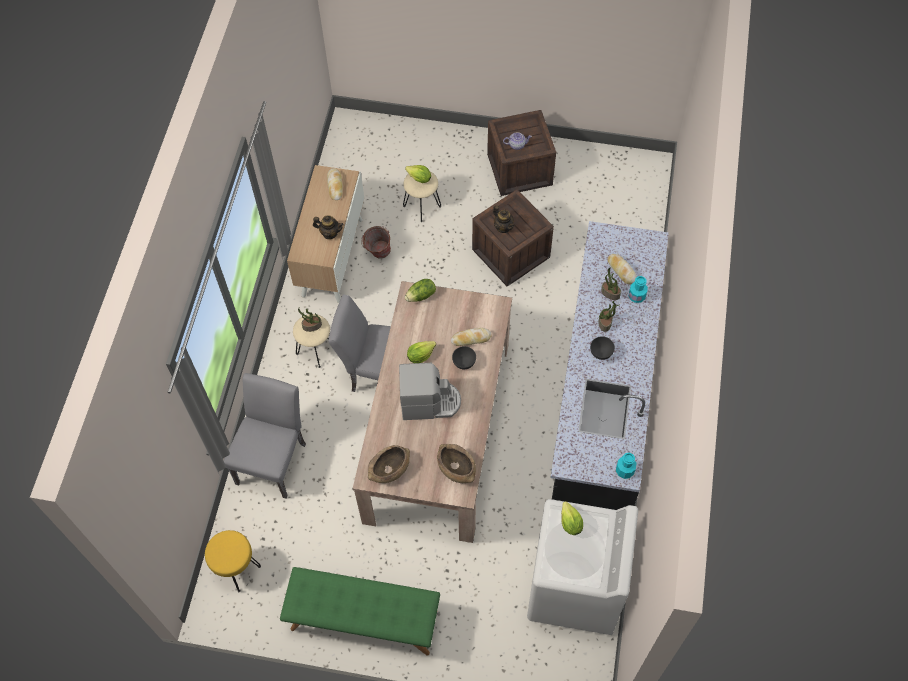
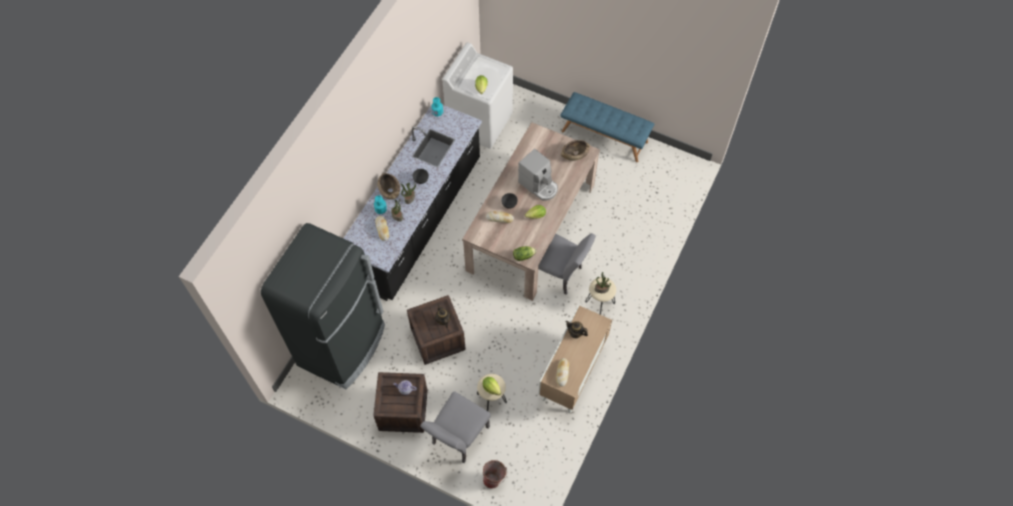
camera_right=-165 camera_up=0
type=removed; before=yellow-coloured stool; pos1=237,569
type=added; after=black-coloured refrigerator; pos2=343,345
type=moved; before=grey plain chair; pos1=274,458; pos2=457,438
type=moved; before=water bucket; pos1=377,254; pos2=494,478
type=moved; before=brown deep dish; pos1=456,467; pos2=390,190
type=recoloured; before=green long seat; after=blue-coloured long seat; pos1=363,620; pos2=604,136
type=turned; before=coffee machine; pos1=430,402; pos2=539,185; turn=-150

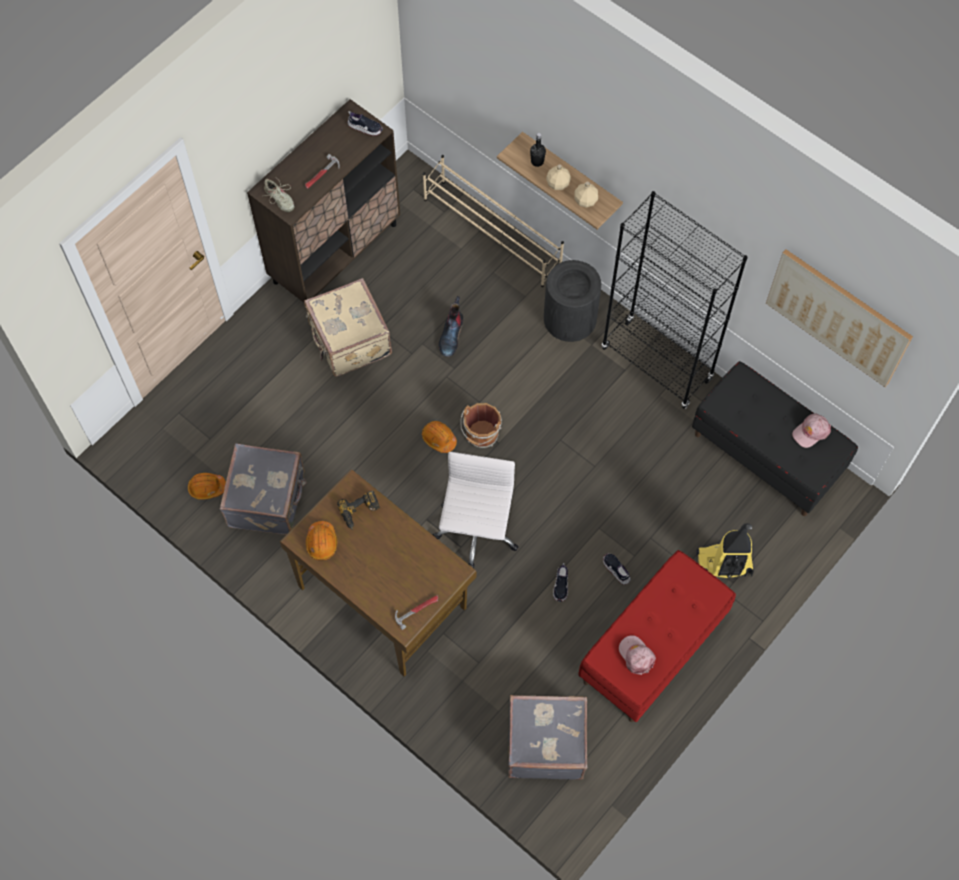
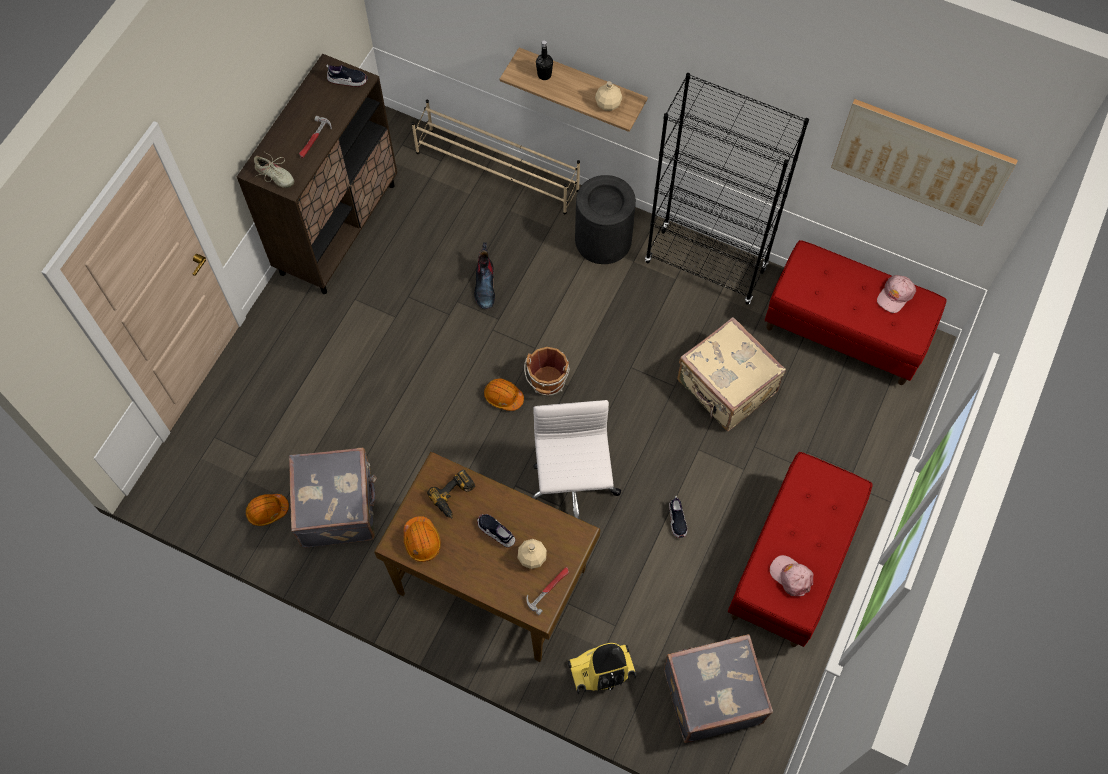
camera_right=-15 camera_up=0
type=moved; before=beige piece of luggage; pos1=349,341; pos2=725,388
type=moved; before=beige drink bottle; pos1=558,183; pos2=532,557
type=moved; before=shoe; pos1=616,570; pos2=496,532
type=moved; before=hoover; pos1=723,564; pos2=601,671
type=recoloured; before=black-coloured long seat; after=red long seat; pos1=766,454; pos2=845,331

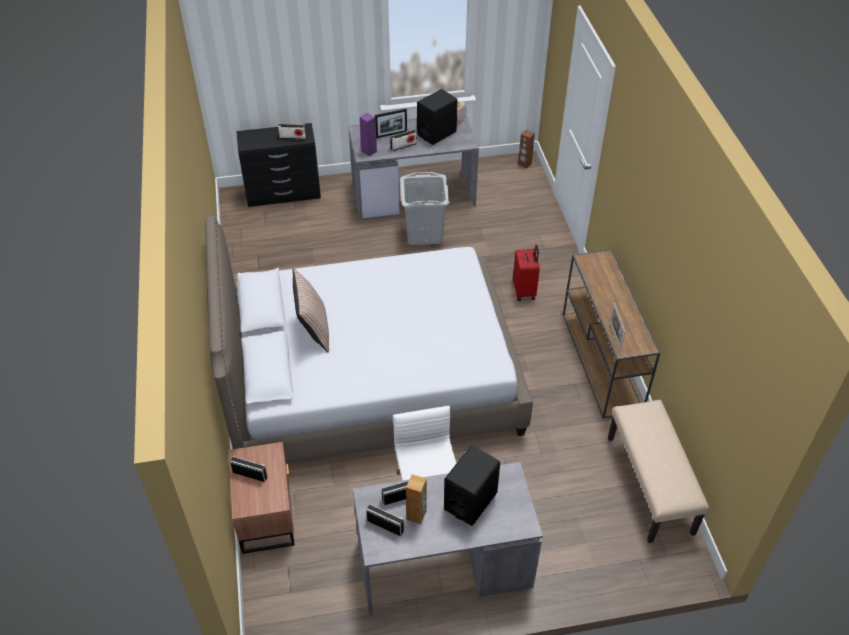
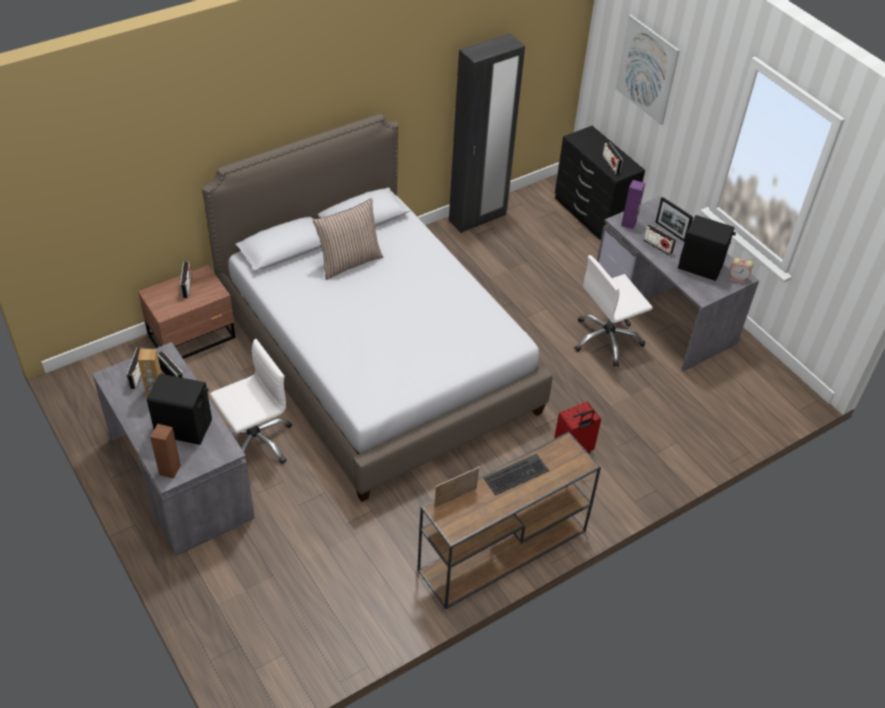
camera_right=65 camera_up=0
type=removed; before=beige long seat; pos1=650,485
type=added; after=black-coloured clothes cupboard; pos2=477,218
type=added; after=computer keyboard; pos2=516,475
type=added; after=wall picture; pos2=647,69
type=moved; before=brown loudspeaker; pos1=524,164; pos2=169,470
type=replaced; before=grey laundry basket; after=white-coloured computer chair; pos1=424,233; pos2=607,340

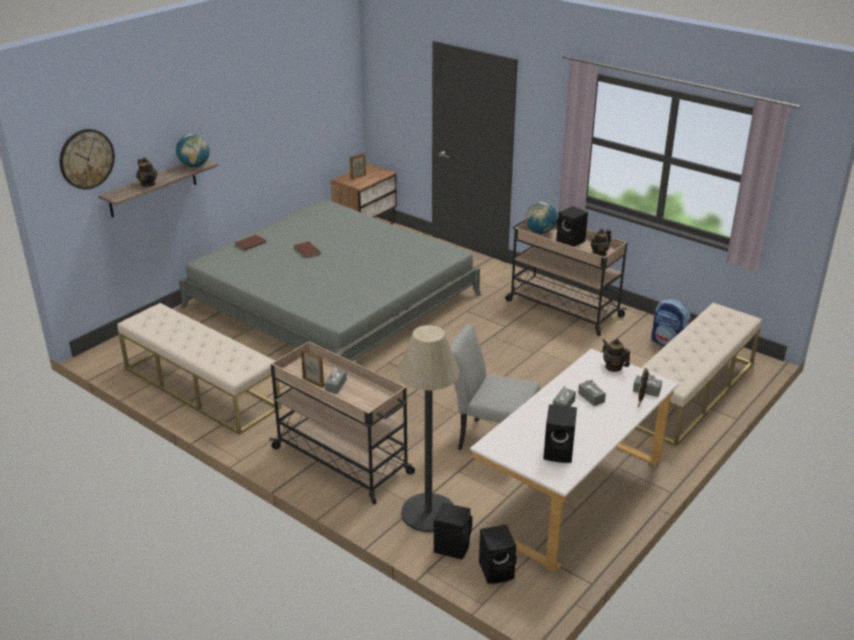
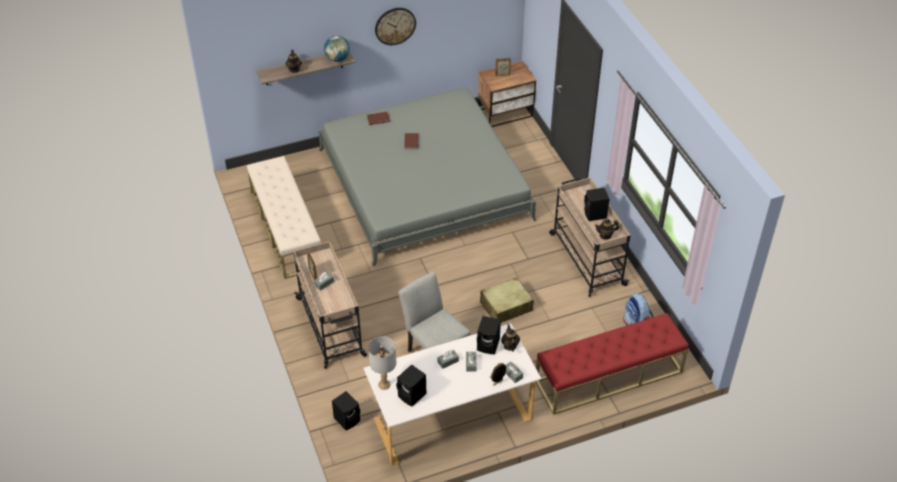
camera_right=30 camera_up=15
type=removed; before=floor lamp; pos1=428,513
type=removed; before=desk globe; pos1=540,232
type=added; after=grey lamp for a table; pos2=384,385
type=added; after=beige piece of luggage; pos2=505,306
type=moved; before=clock on the wall; pos1=86,159; pos2=395,26
type=moved; before=black-coloured loudspeaker; pos1=497,570; pos2=489,345
type=recoloured; before=beige long seat; after=red long seat; pos1=691,393; pos2=608,376

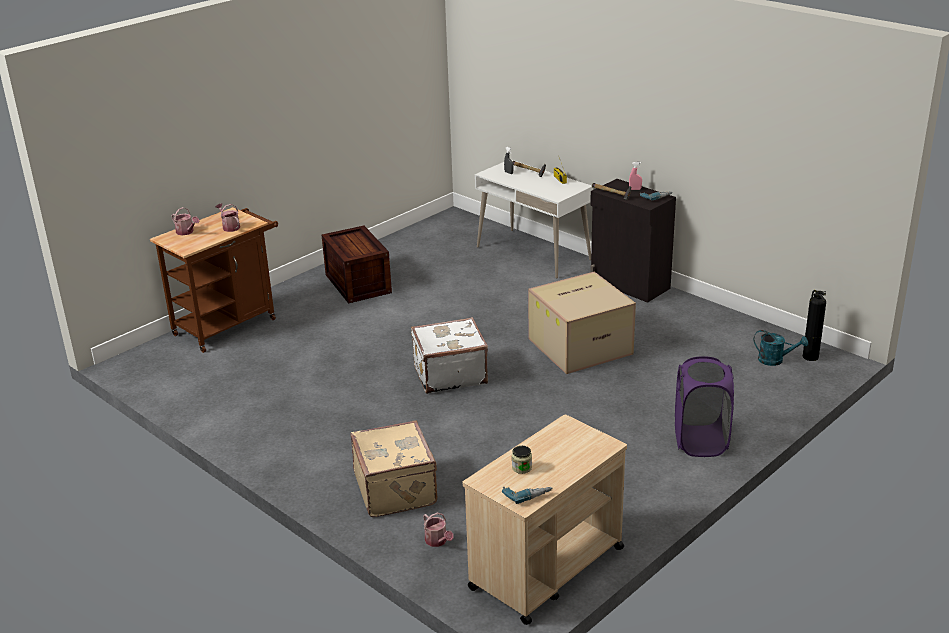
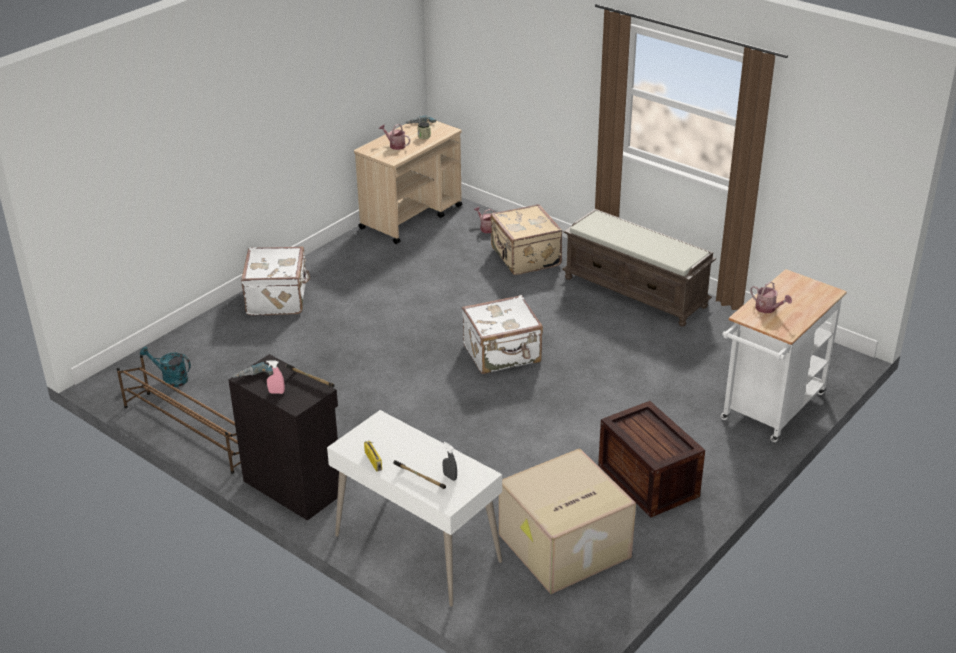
camera_right=175 camera_up=5
type=removed; before=fire extinguisher; pos1=810,356
type=added; after=brown shoe stand; pos2=188,431
type=added; after=brown long seat; pos2=636,292
type=moved; before=watering can; pos1=186,232; pos2=395,145
type=moved; before=cardboard box; pos1=580,345; pos2=564,547
type=replaced; before=purple-coloured laundry basket; after=white-coloured piece of luggage; pos1=700,441; pos2=278,298
type=recoloured; before=brown trolley; after=white-coloured trolley; pos1=230,324; pos2=769,411

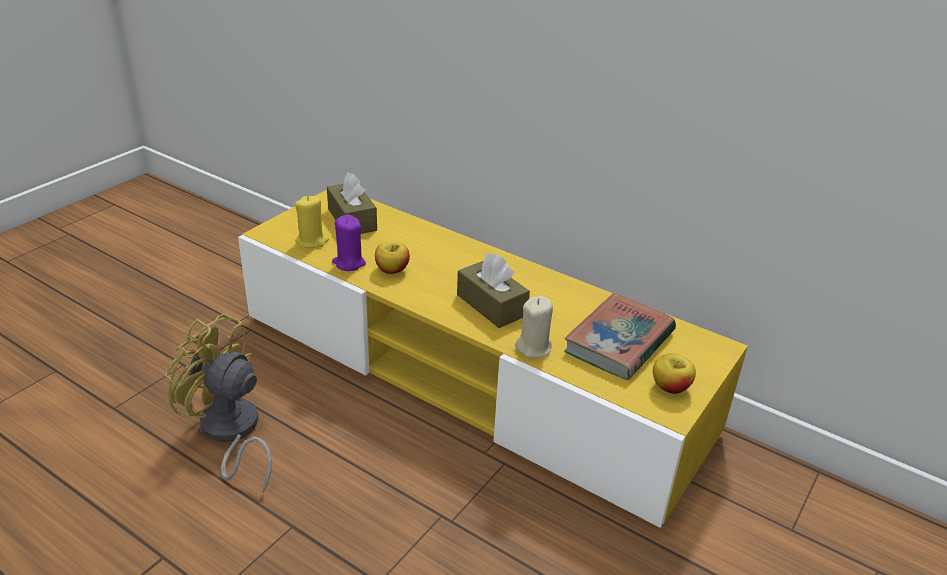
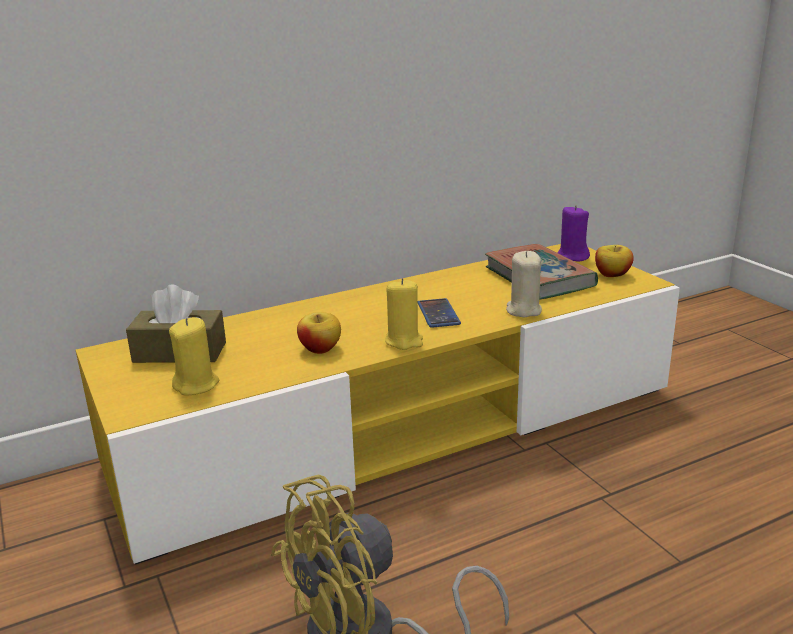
camera_right=-60 camera_up=-10
type=added; after=yellow-coloured candle; pos2=404,341
type=moved; before=purple-coloured candle; pos1=349,263; pos2=572,257
type=replaced; before=brown box of tissues; after=phone; pos1=491,305; pos2=438,314

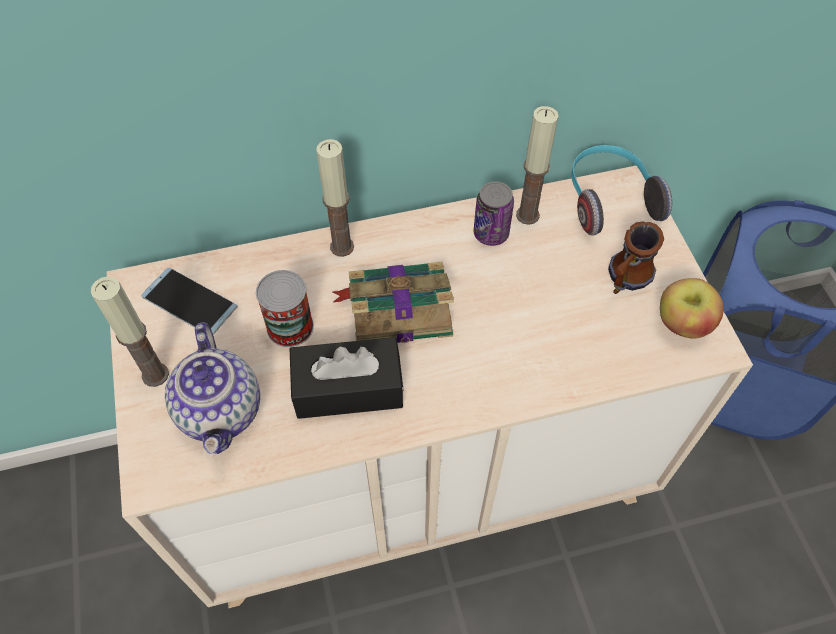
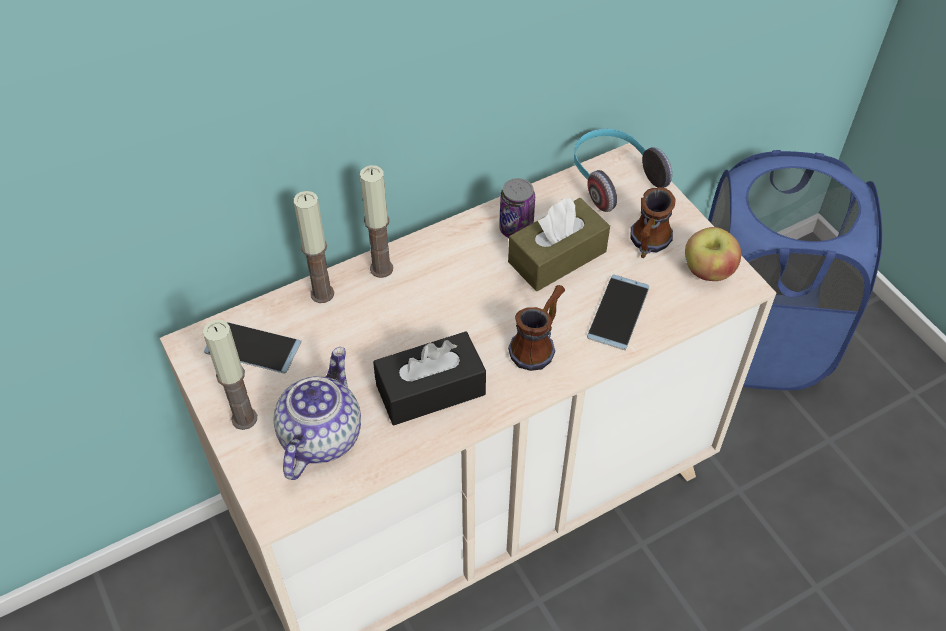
camera_right=-15 camera_up=-5
type=removed; before=can; pos1=290,327
type=removed; before=bound book; pos1=397,308
type=added; after=brown box of tissues; pos2=557,257
type=added; after=tea mug; pos2=538,344
type=added; after=phone; pos2=618,312
type=moved; before=candle; pos1=527,215; pos2=322,294
type=turned; before=pot for tea; pos1=222,411; pos2=320,435; turn=-135

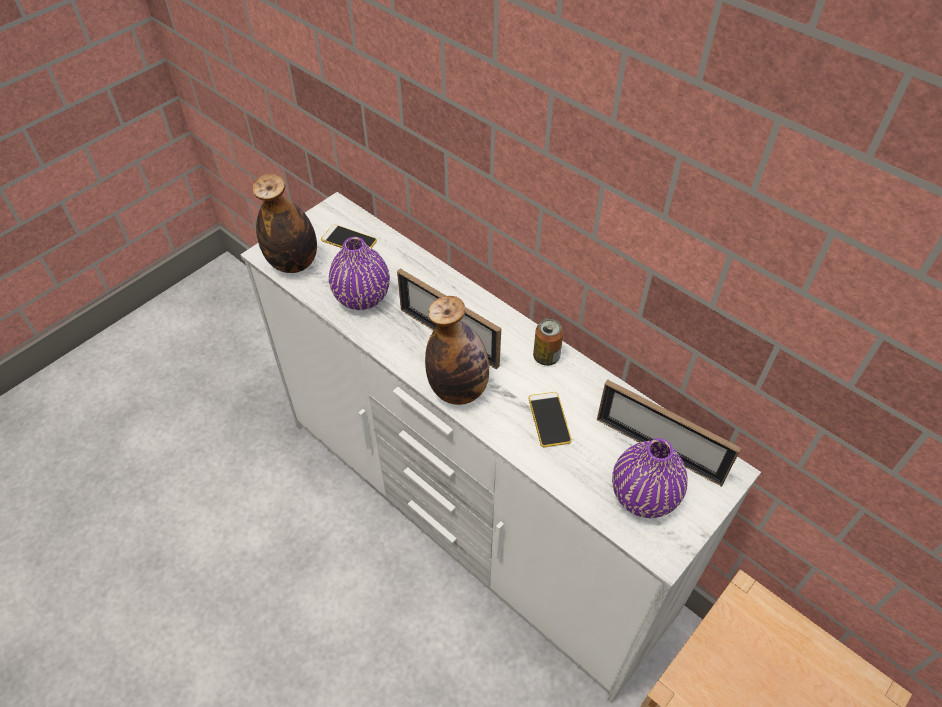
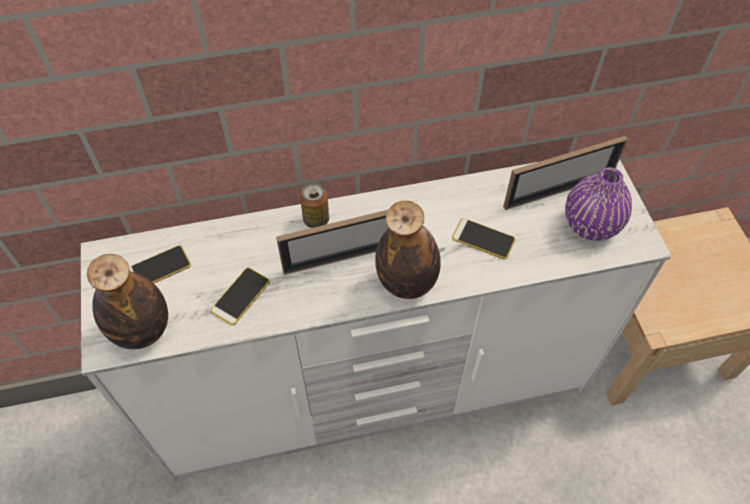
camera_right=-55 camera_up=5
type=moved; before=can; pos1=546,357; pos2=316,219
type=replaced; before=purple-coloured flower vase; after=phone; pos1=362,297; pos2=240,296

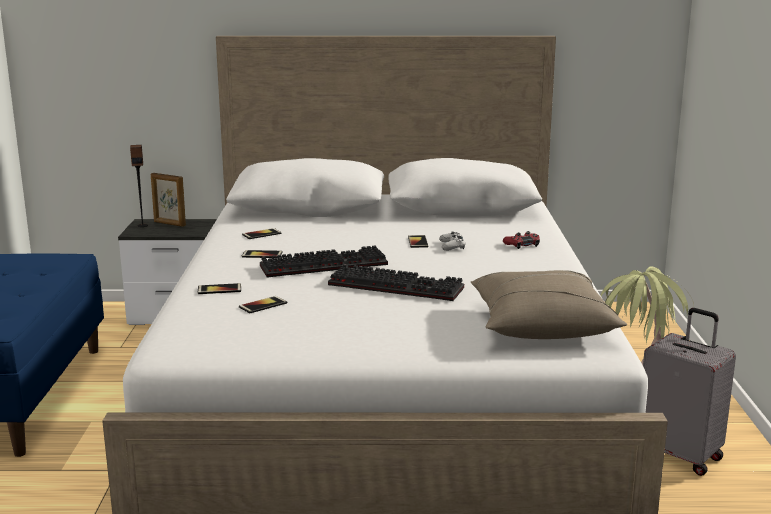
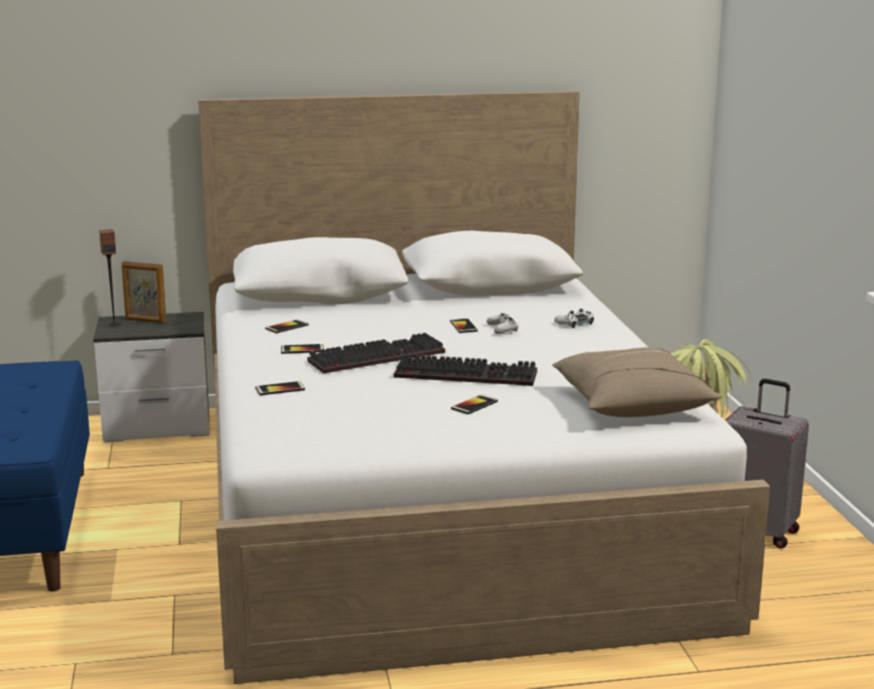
camera_right=-10 camera_up=0
type=moved; before=phone; pos1=263,305; pos2=474,405
type=recoloured; before=red game controller; after=white-coloured game controller; pos1=522,245; pos2=575,323

